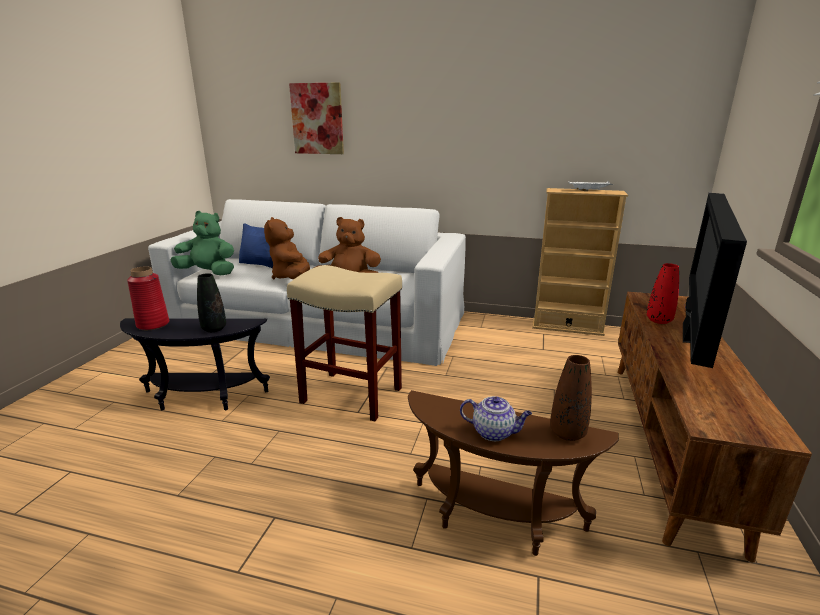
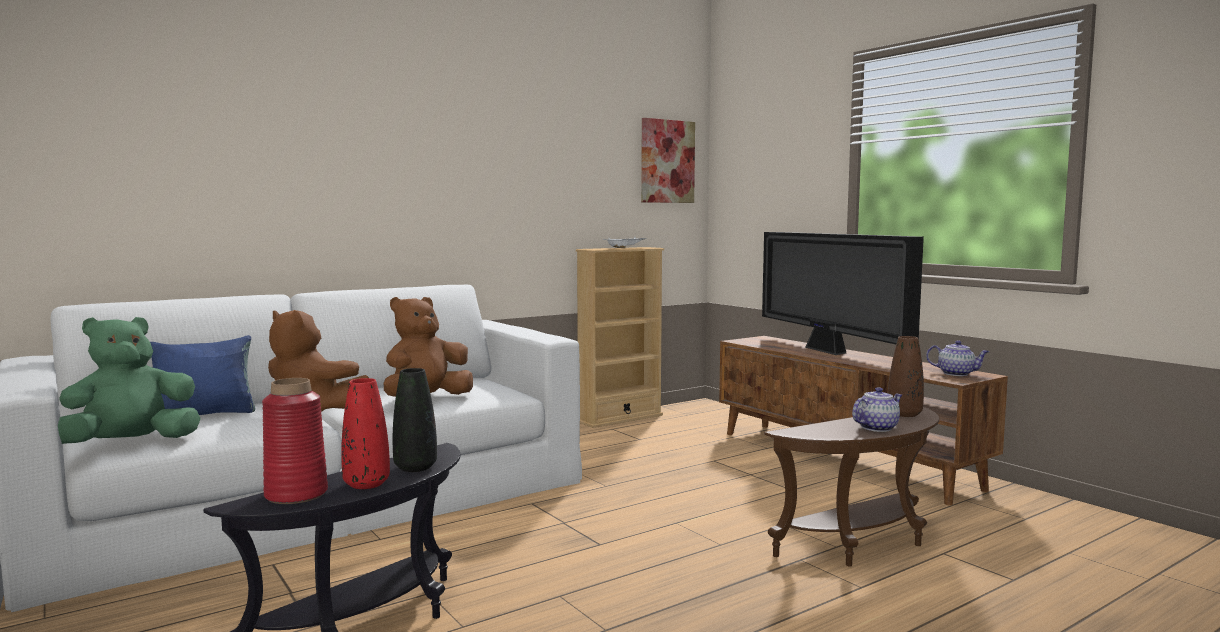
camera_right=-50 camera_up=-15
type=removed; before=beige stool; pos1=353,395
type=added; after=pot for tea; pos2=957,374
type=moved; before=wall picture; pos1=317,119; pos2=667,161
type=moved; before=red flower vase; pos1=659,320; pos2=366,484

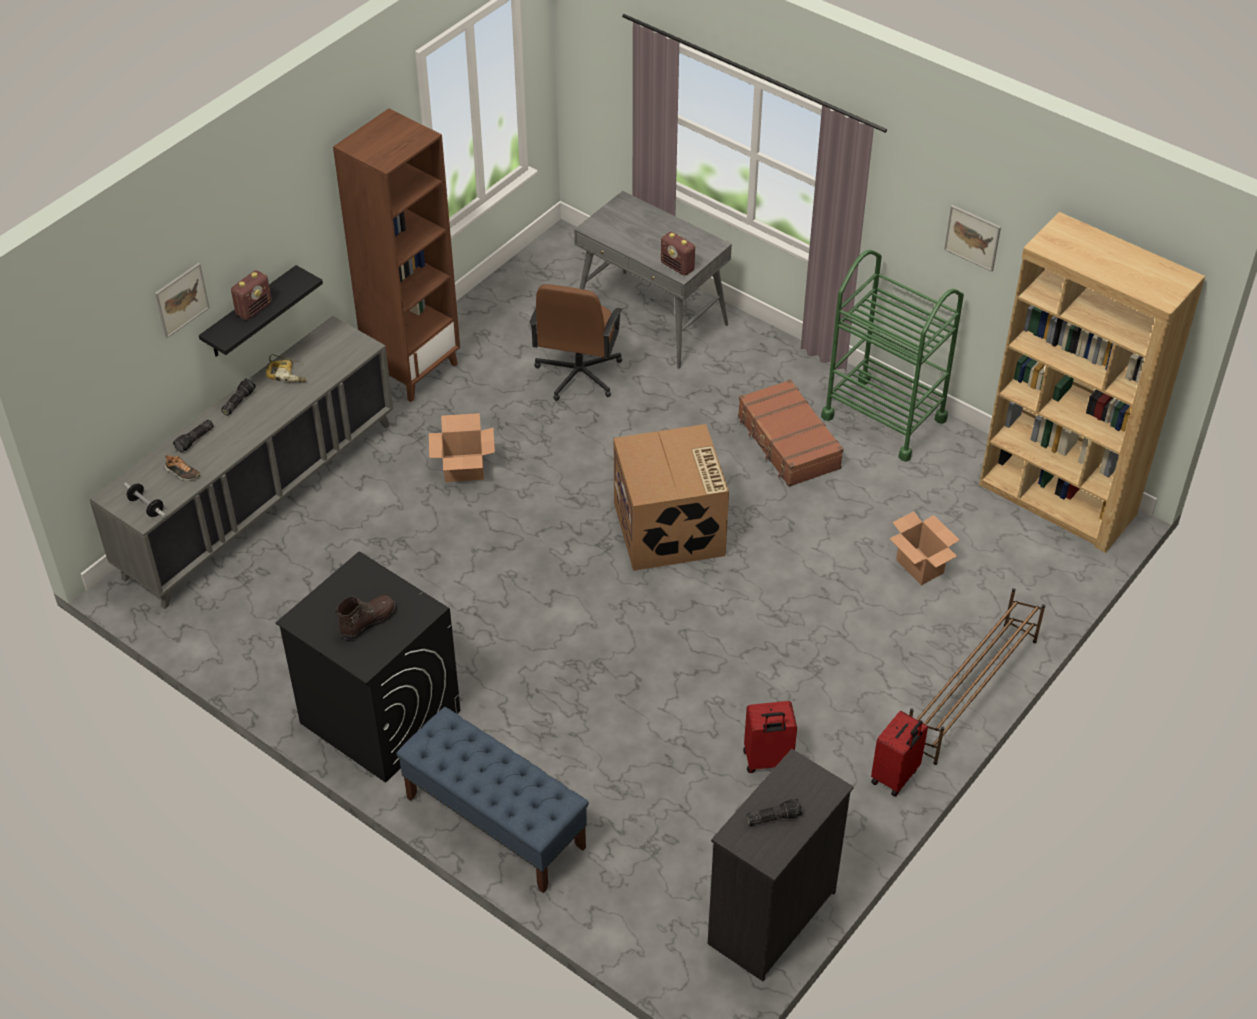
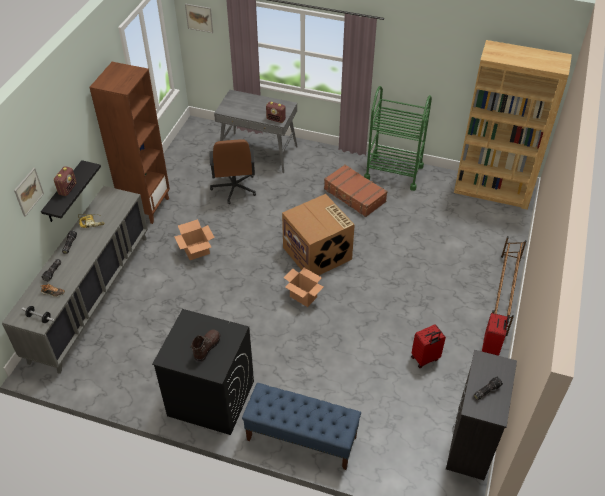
camera_right=-20 camera_up=0
type=moved; before=cardboard box; pos1=920,567; pos2=303,297
type=moved; before=wall picture; pos1=972,237; pos2=199,18

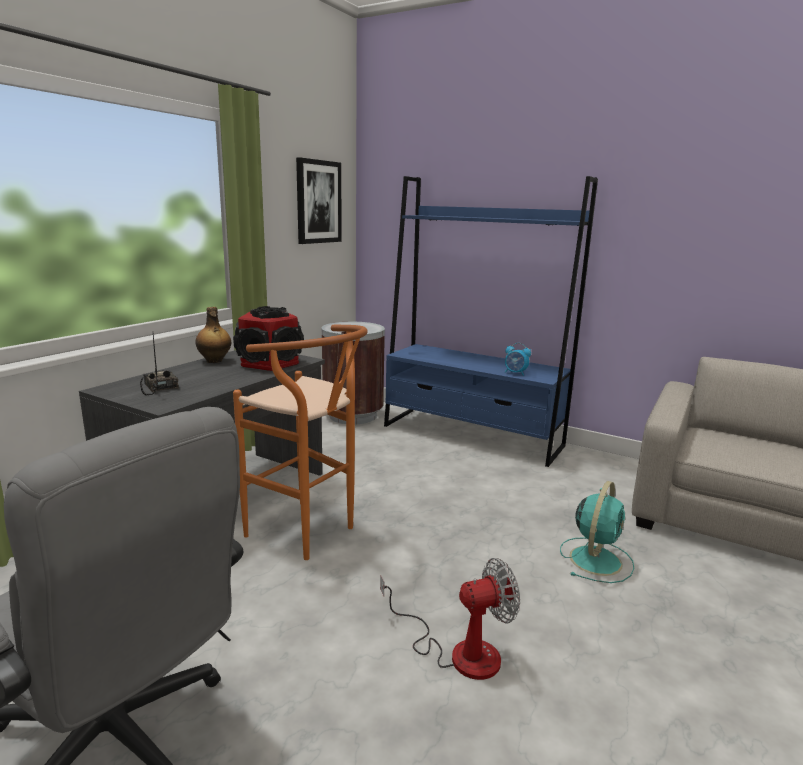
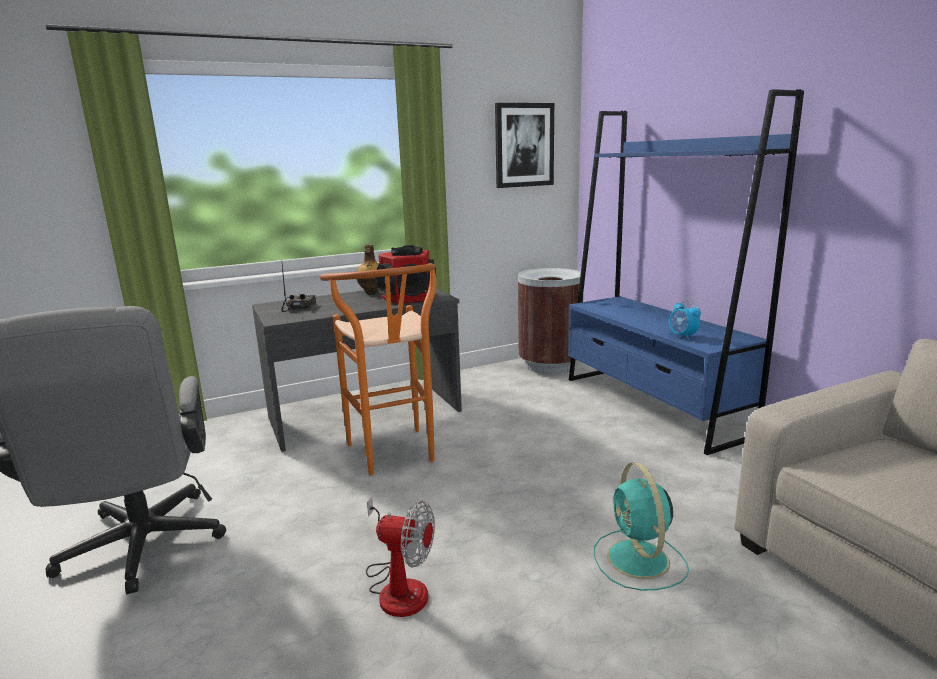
camera_right=35 camera_up=0
type=turned; before=turquoise cooling fan; pos1=596,559; pos2=639,561; turn=105

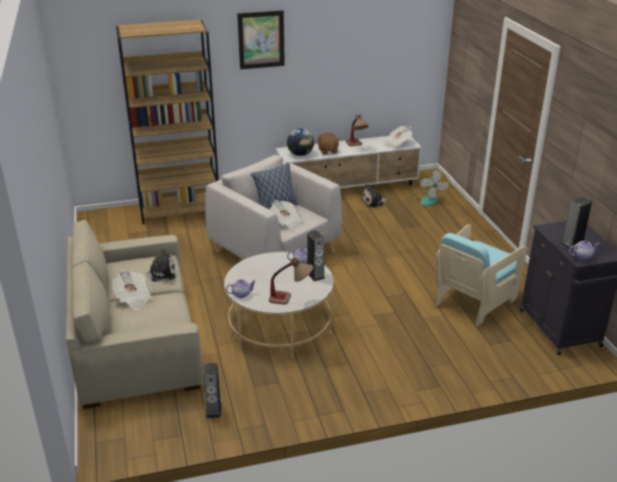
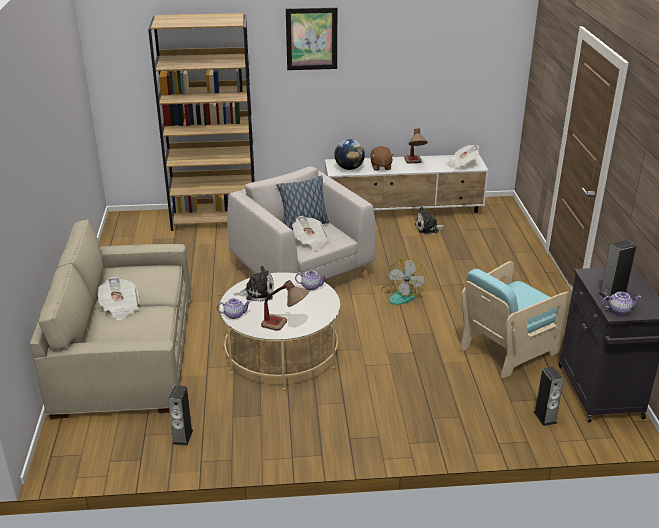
camera_right=10 camera_up=0
type=moved; before=cuddly toy; pos1=161,273; pos2=257,292
type=moved; before=loudspeaker; pos1=315,275; pos2=545,417
type=moved; before=cooling fan; pos1=428,199; pos2=402,294

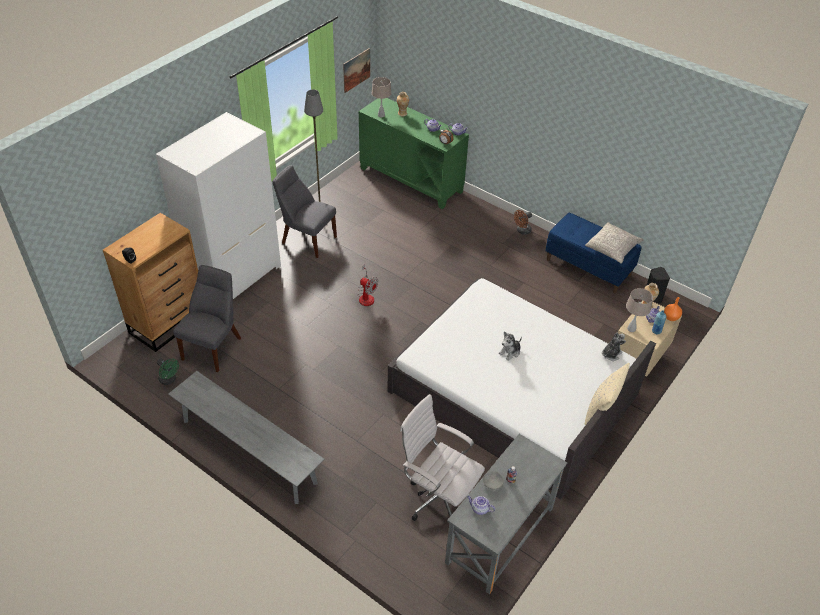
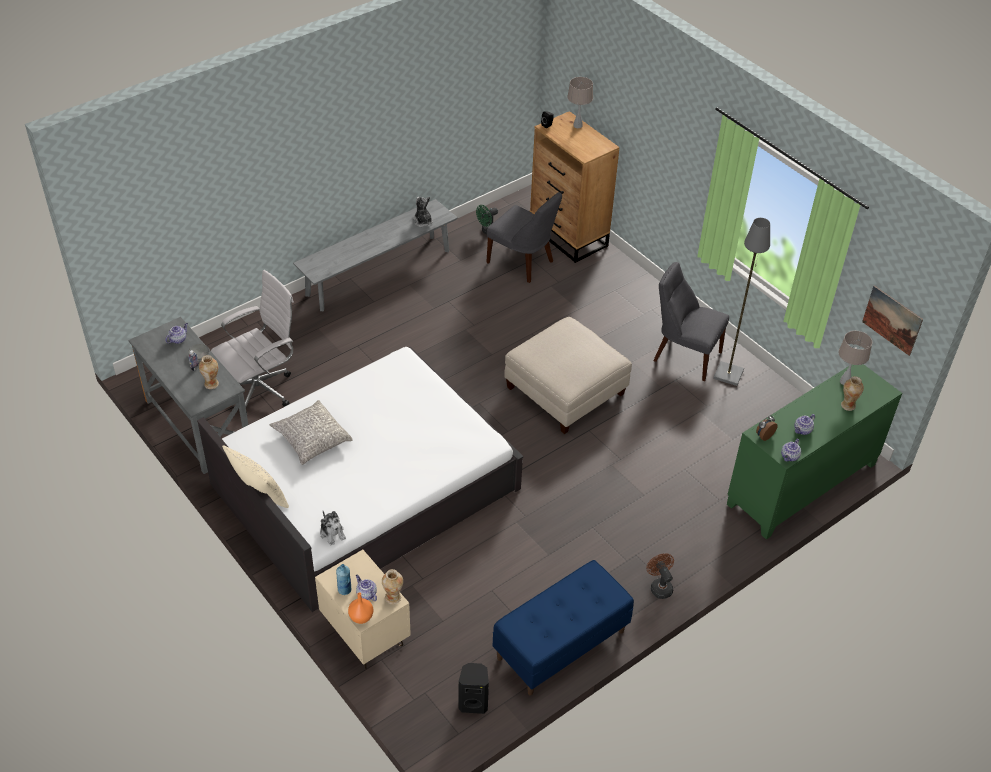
camera_right=105 camera_up=0
type=removed; before=white-coloured clothes cupboard; pos1=234,277
type=added; after=flower vase; pos2=211,384
type=moved; before=cuddly toy; pos1=510,352; pos2=422,221
type=moved; before=grey pillow; pos1=612,248; pos2=311,439
type=moved; before=beige lamp for a table; pos1=631,328; pos2=578,125
type=replaced; before=cooling fan; after=beige footrest; pos1=366,296; pos2=566,390
type=turned; before=grey plain chair; pos1=307,239; pos2=684,355; turn=-105

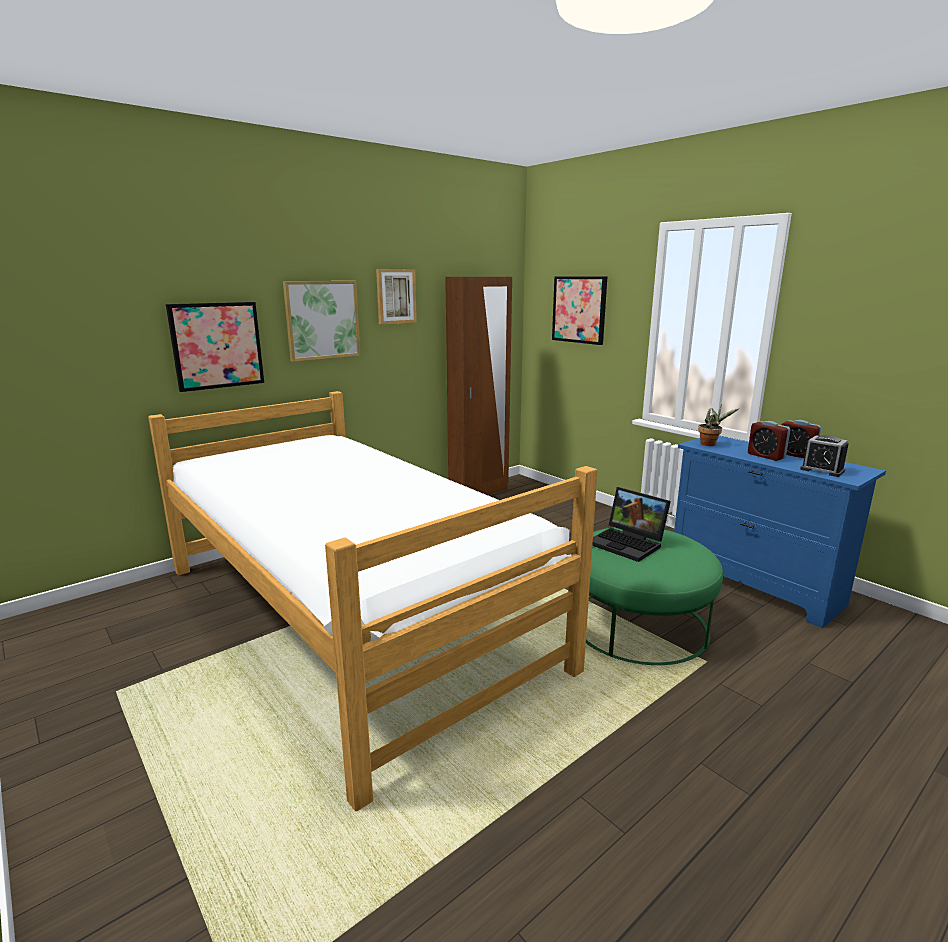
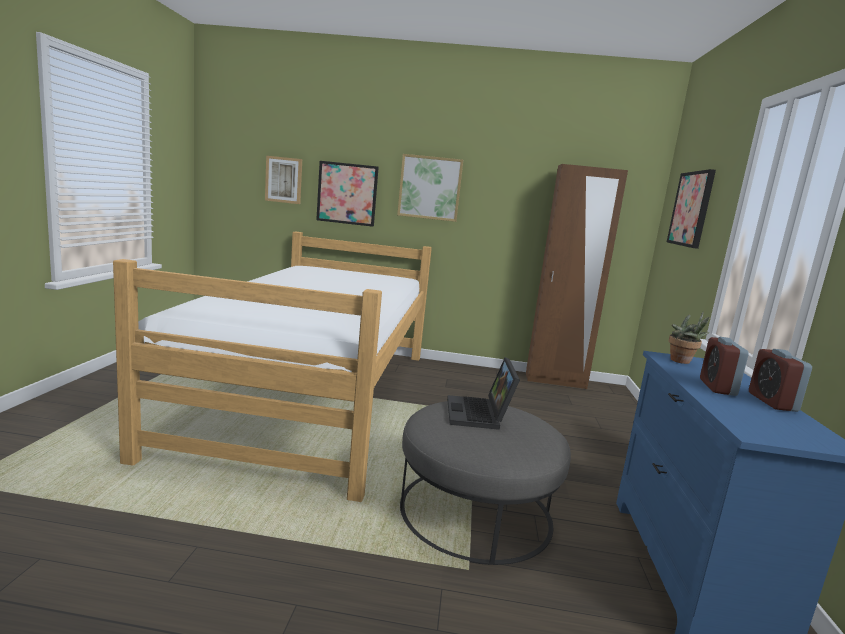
camera_right=45 camera_up=-5
type=removed; before=bedside clock; pos1=822,470
type=moved; before=wall picture; pos1=396,296; pos2=284,180
type=recoloured; before=green footrest; after=grey footrest; pos1=638,624; pos2=476,511

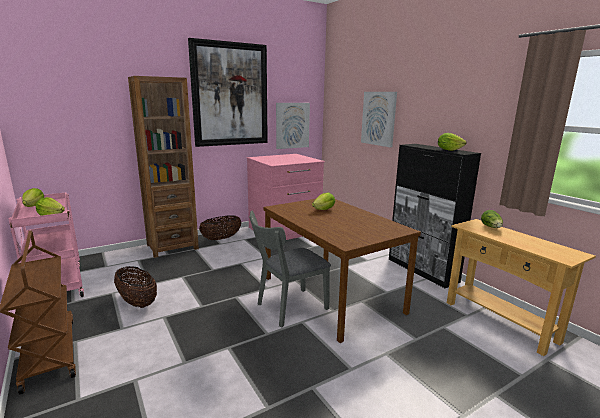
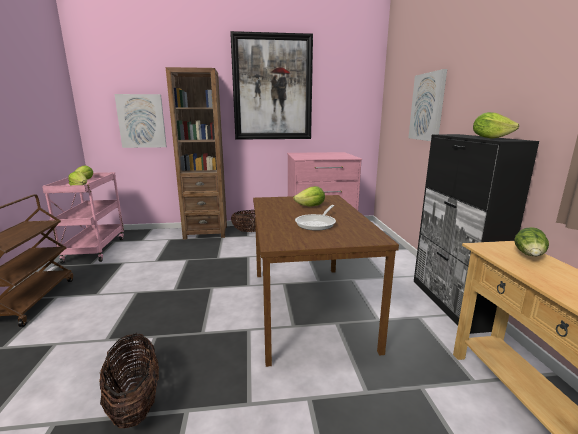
camera_right=25 camera_up=0
type=removed; before=grey plain chair; pos1=288,308
type=added; after=skillet; pos2=317,224
type=moved; before=household basket; pos1=137,302; pos2=135,402
type=moved; before=wall picture; pos1=292,125; pos2=141,121

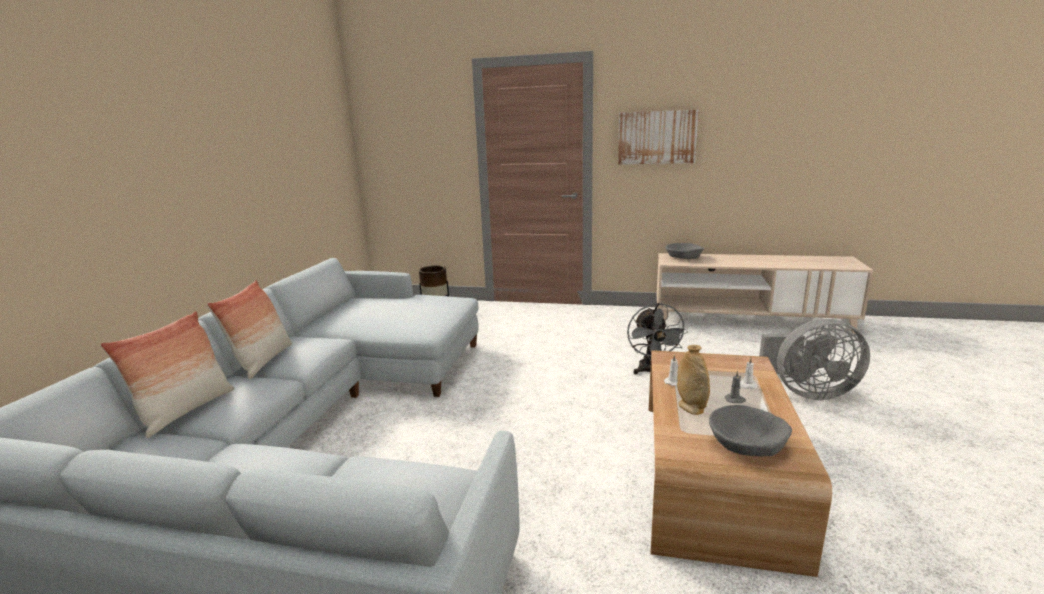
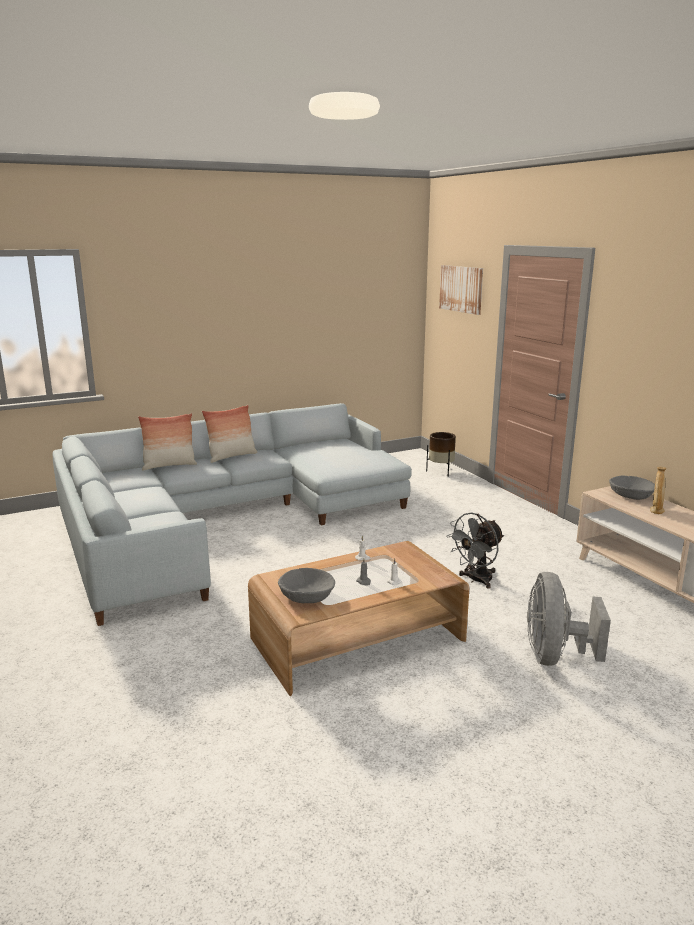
camera_right=50 camera_up=0
type=moved; before=wall picture; pos1=657,137; pos2=461,289
type=moved; before=beige flower vase; pos1=690,408; pos2=657,510
type=turned; before=grey cooling fan; pos1=807,392; pos2=554,656; turn=45

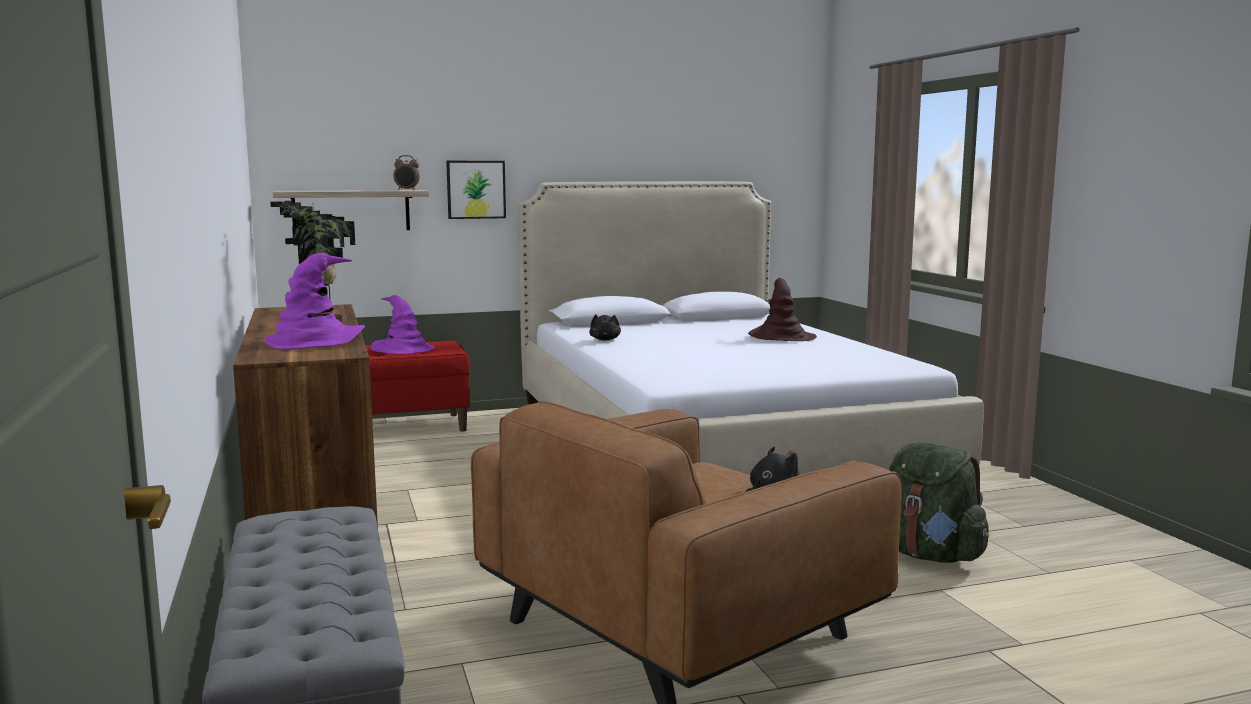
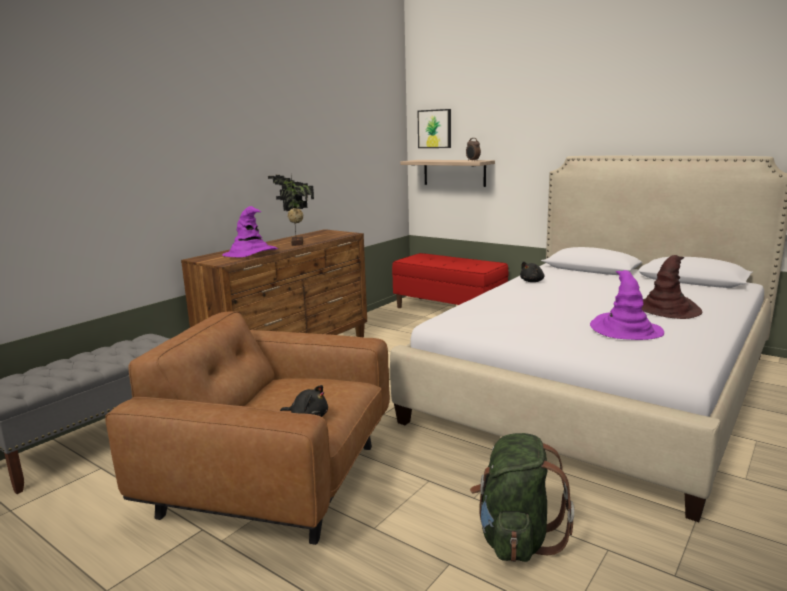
camera_right=55 camera_up=5
type=moved; before=purple-coloured wearable hat; pos1=403,350; pos2=625,330
type=moved; before=wall picture; pos1=476,189; pos2=435,129

